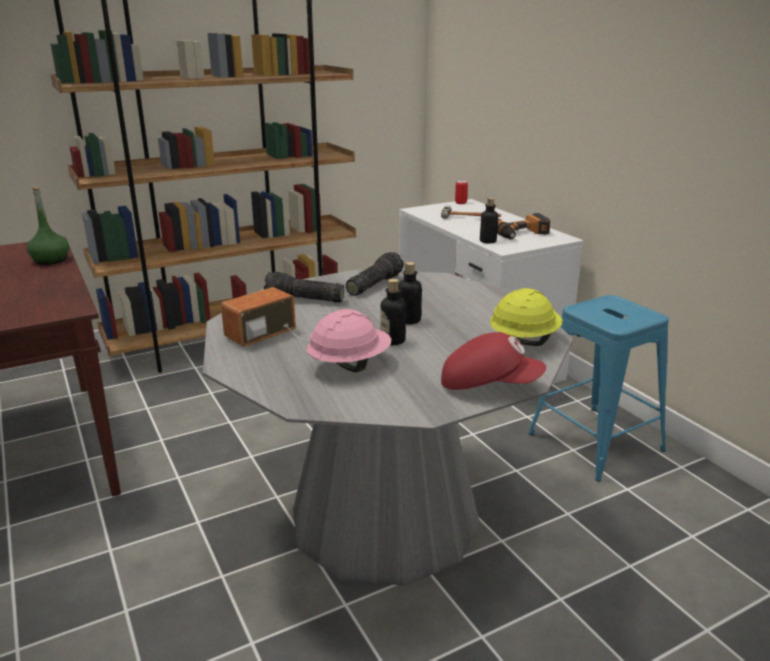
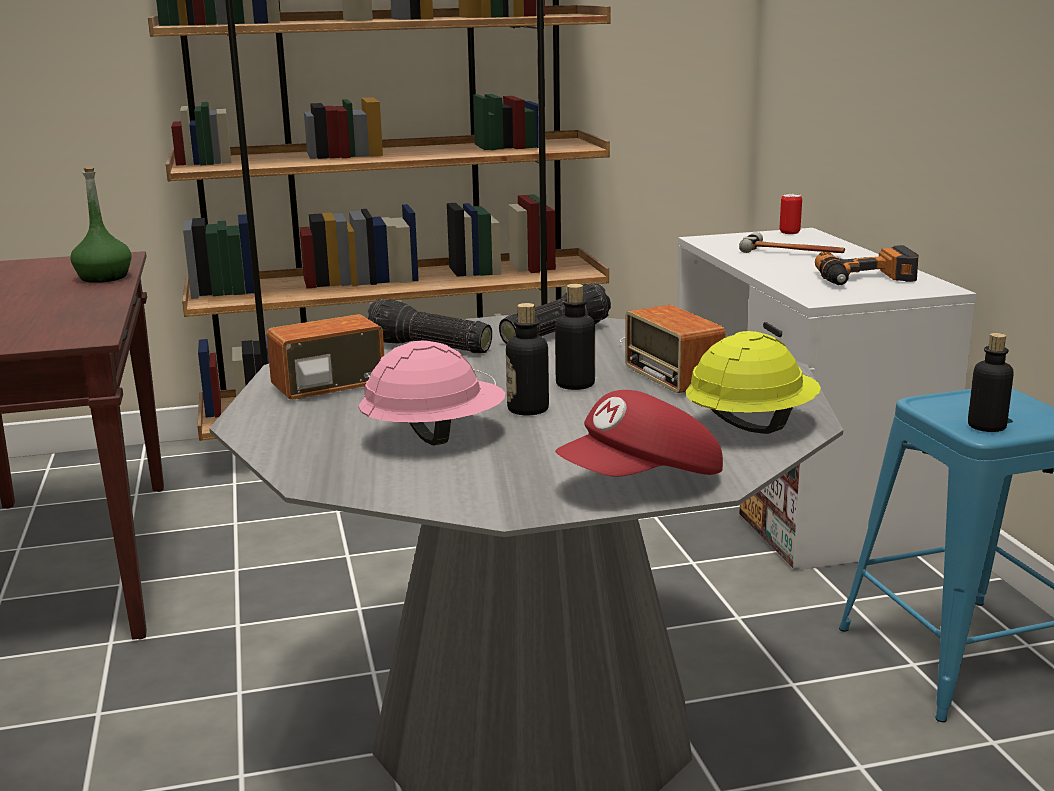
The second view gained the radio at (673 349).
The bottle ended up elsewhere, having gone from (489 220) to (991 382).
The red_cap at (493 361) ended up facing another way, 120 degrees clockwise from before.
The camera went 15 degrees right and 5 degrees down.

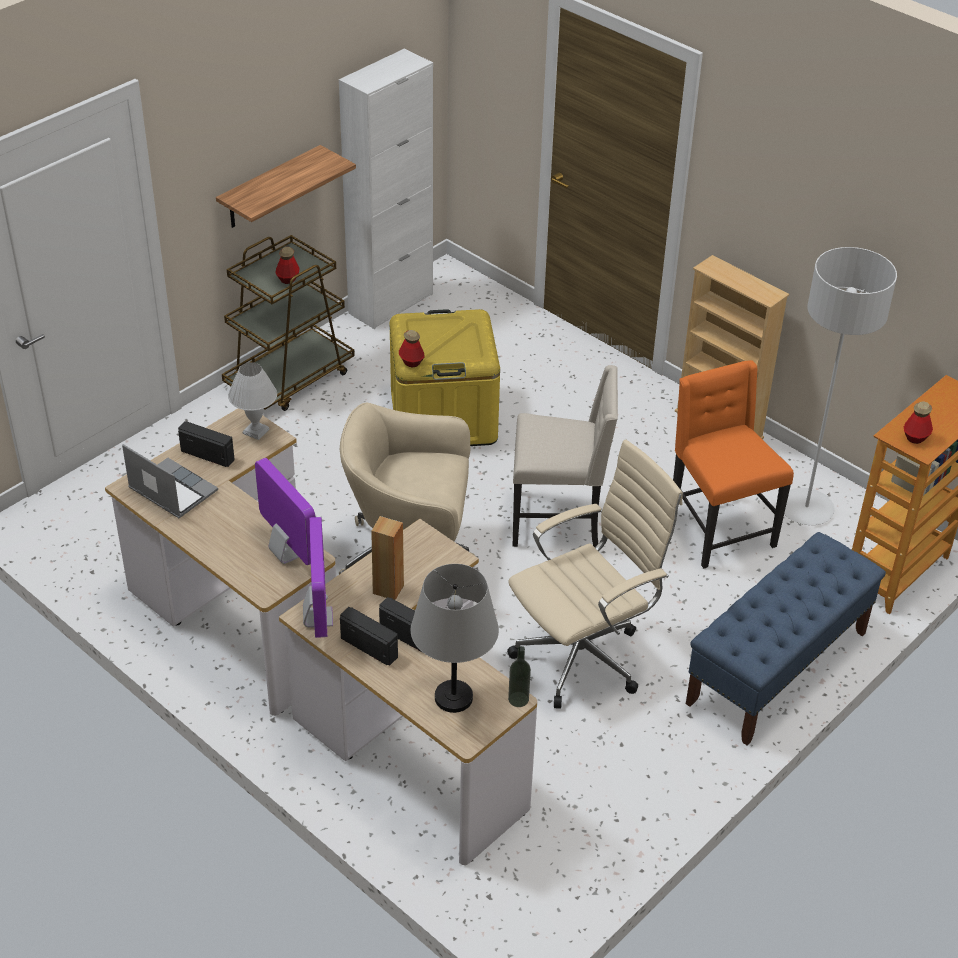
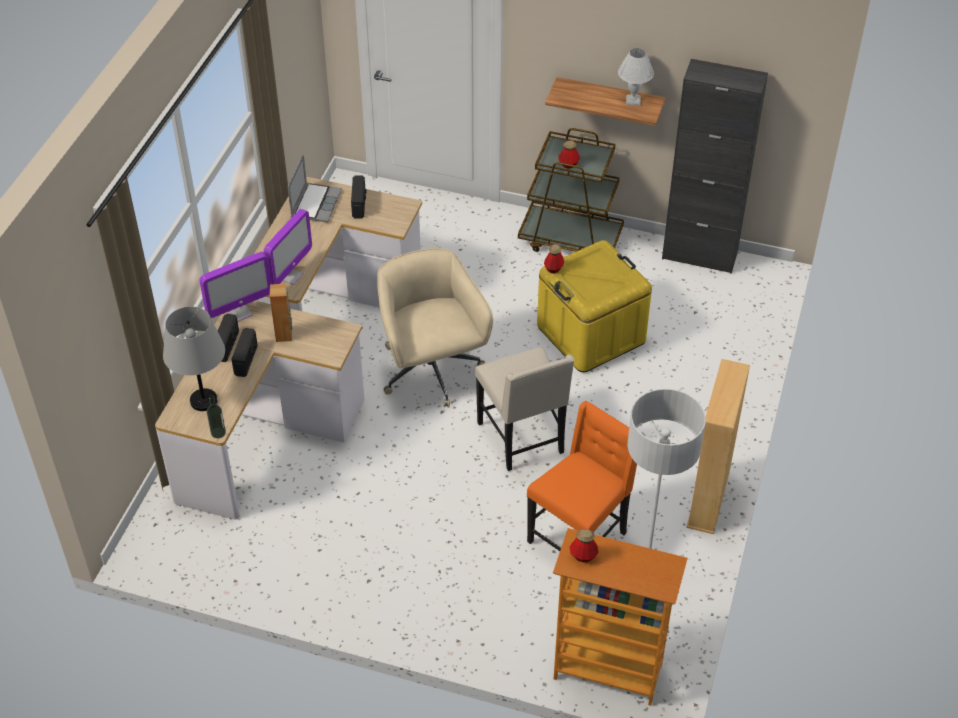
The second view lost the beige_office_chair at (595 574).
The second view lost the blue_bench at (786 639).
The white_table_lamp ended up elsewhere, having gone from (252 401) to (636 77).
What was the white_cabinet at (386 189) turned into the black_cabinet at (715 166).
The camera went 65 degrees right and 5 degrees up.

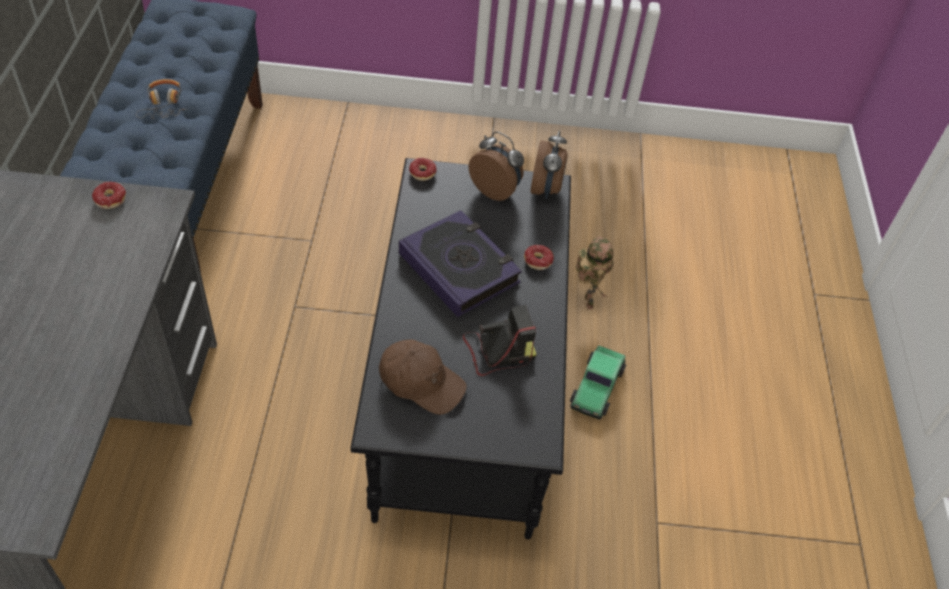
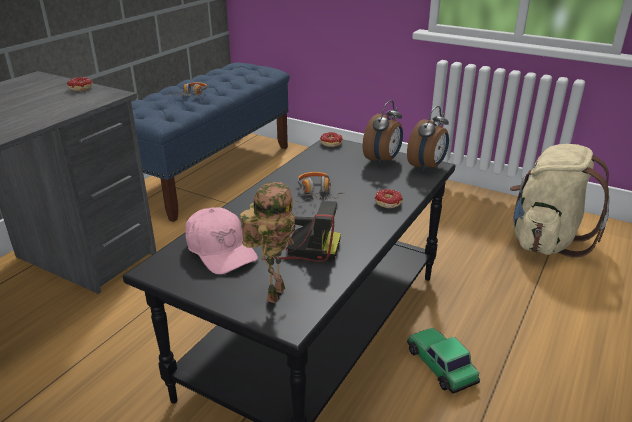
The second view gained the beige_backpack at (560 201).
The toy_robot ended up elsewhere, having gone from (595 272) to (267 242).
Where the book stood at (460 263), the headphones came to stand at (320 187).
What was the brown_cap at (423 377) turned into the pink_cap at (221 241).
The alarm_clock at (496 166) ended up facing another way, 60 degrees clockwise from before.
The toy_car at (598 383) ended up facing another way, 105 degrees clockwise from before.
The camera went 30 degrees right and 20 degrees down.

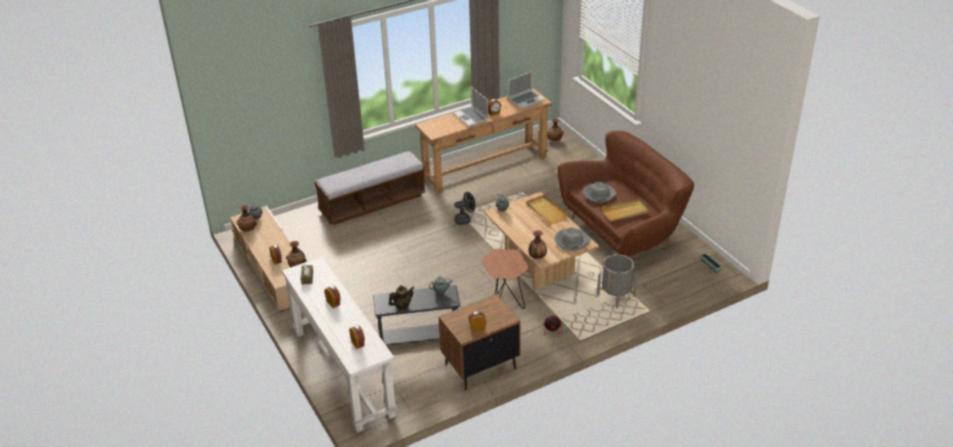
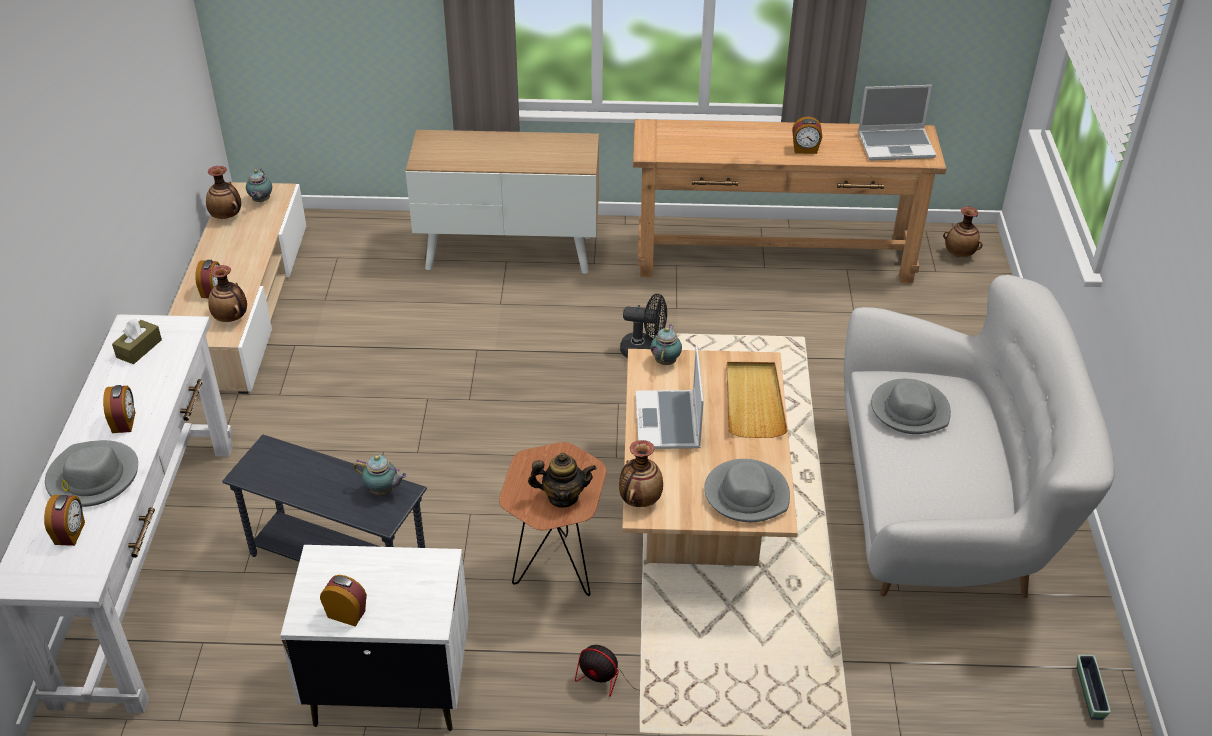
The second view lost the grey_planter at (617 281).
The second view lost the beige_tray at (625 210).
The second view gained the grey_hat at (91 473).
The teapot ended up elsewhere, having gone from (402 297) to (562 480).
The laptop ended up elsewhere, having gone from (470 107) to (670 397).
Where the bench stood at (370 188), the cabinet came to stand at (502 202).
What was the brown_nightstand at (480 342) turned into the white_nightstand at (375 638).
What was the brown_sofa at (625 194) turned into the white_sofa at (979 436).
The camera went 30 degrees right and 5 degrees up.

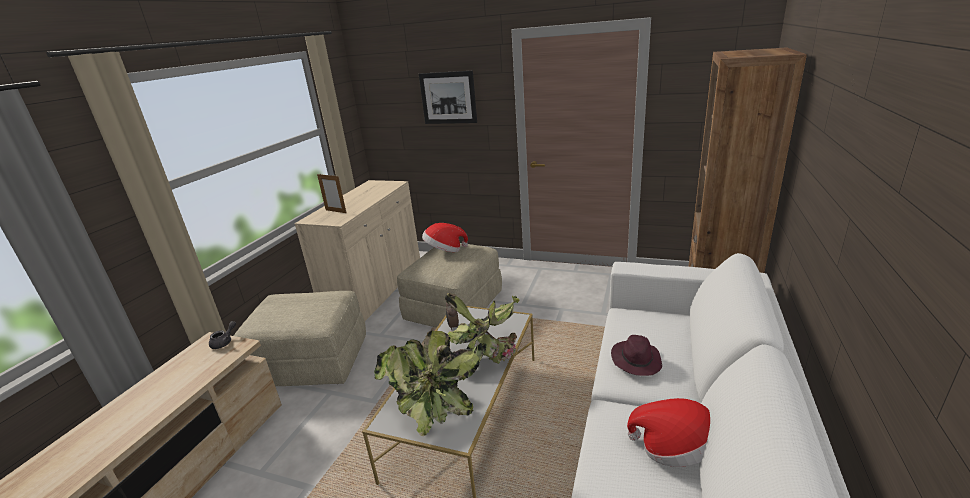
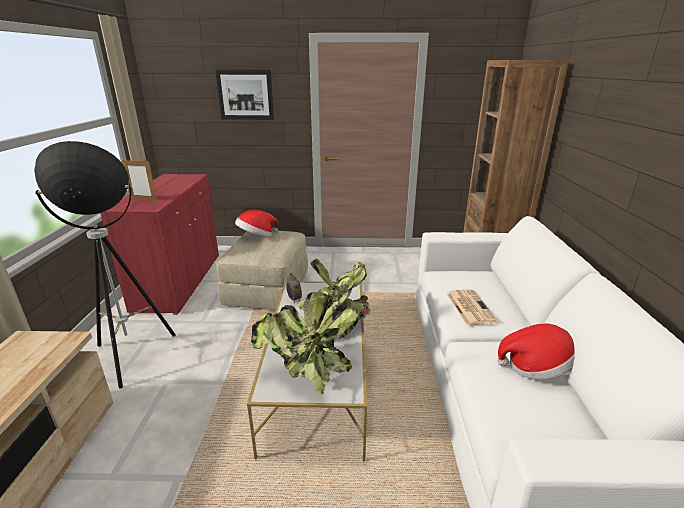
The second view lost the grey_teapot at (222 335).
Where the beige_ottoman stood at (300 338), the floor_lamp came to stand at (105 265).
Where the purple_hat stood at (636 355), the newspaper came to stand at (472 307).
What was the beige_cabinet at (357 250) turned into the red_cabinet at (159 244).
The camera went 20 degrees left and 0 degrees up.

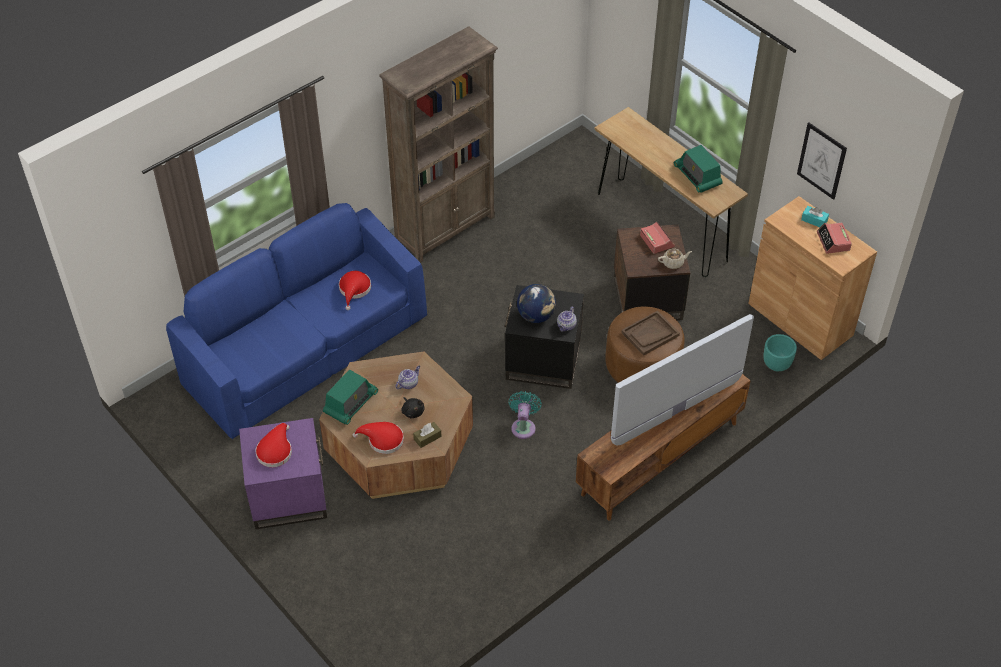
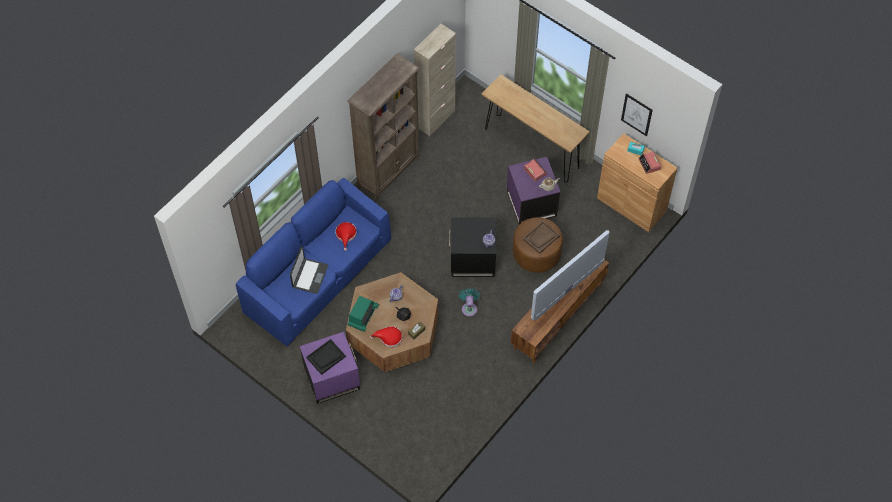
The second view lost the globe at (536 303).
The second view lost the radio at (698 169).
The second view lost the turquoise_planter at (780 352).
The second view gained the laptop at (309 270).
The second view gained the beige_cabinet at (435 80).
Where the red_hat stood at (274 445), the black_tray came to stand at (326 357).
What was the brown_side_table at (652 272) turned into the purple_side_table at (533 191).
The camera went 10 degrees left and 10 degrees up.

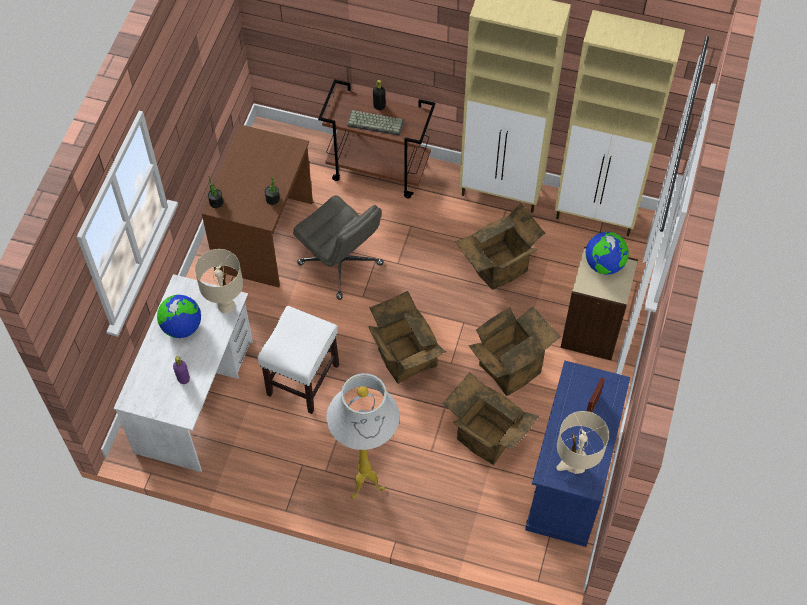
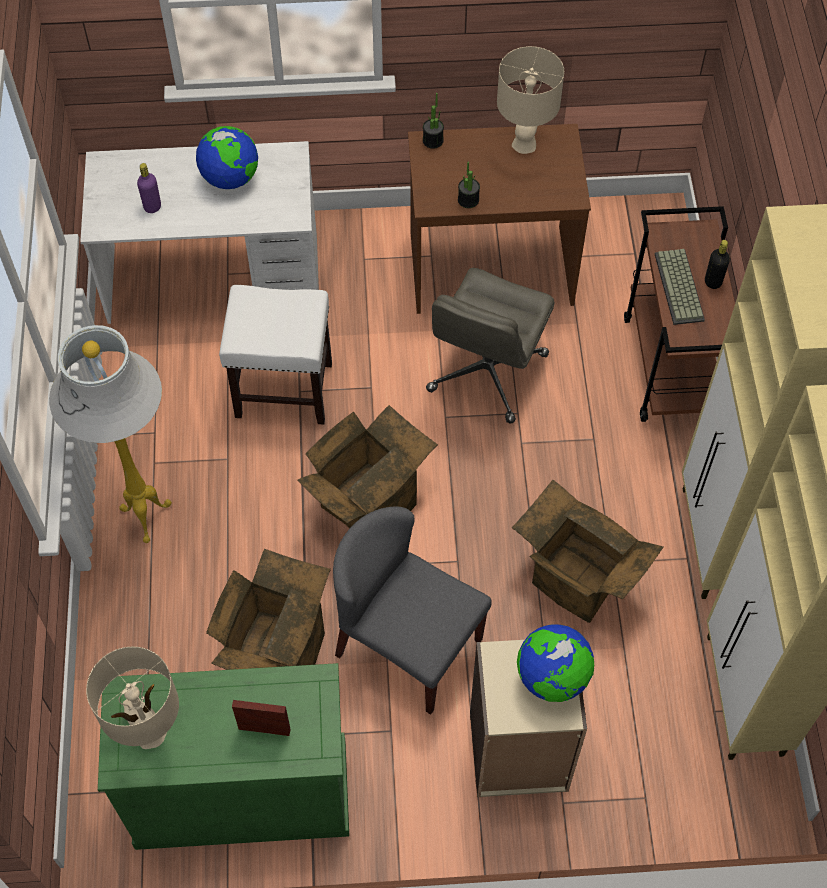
The beige_table_lamp ended up elsewhere, having gone from (219 281) to (530 100).
Where the cardboard_box stood at (515 351), the grey_chair came to stand at (412 611).
What was the blue_cabinet at (577 453) turned into the green_cabinet at (223 756).
The camera went 70 degrees right and 0 degrees up.

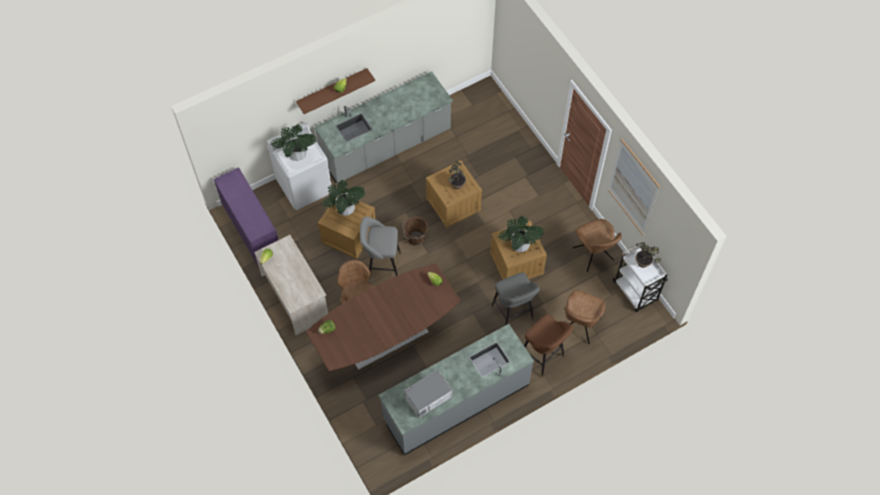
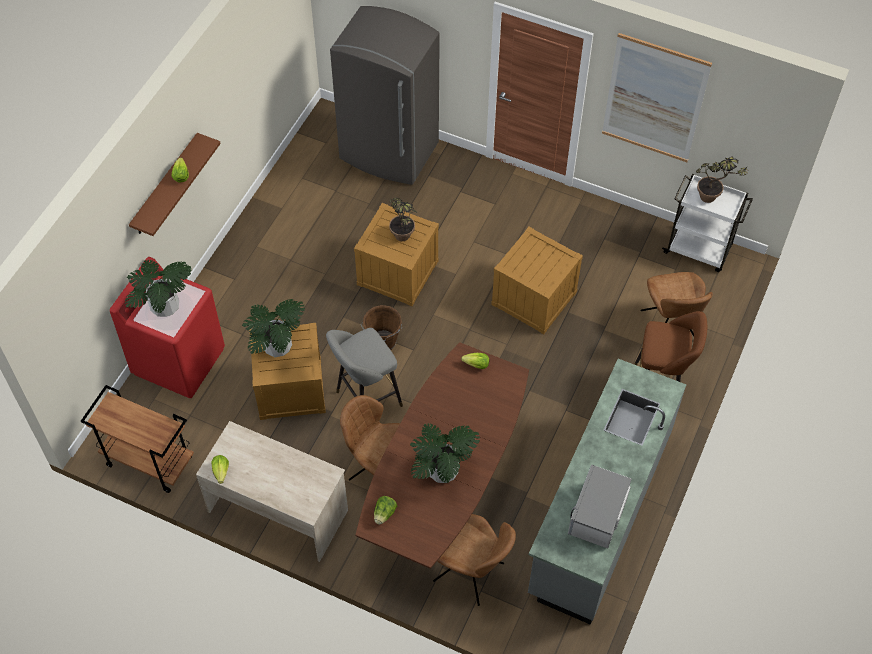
The second view lost the grey_counter at (384 127).
The second view lost the grey_stool at (515 299).
The second view gained the grey_fridge at (385 95).
The potted_plant ended up elsewhere, having gone from (521 233) to (445 453).
The brown_chair ended up elsewhere, having gone from (597 245) to (474 560).
Where the purple_cabinet stood at (246 215), the brown_cart came to stand at (137 439).
What was the white_washing_machine at (299 166) turned into the red_washing_machine at (167 327).
The camera went 35 degrees left and 5 degrees down.

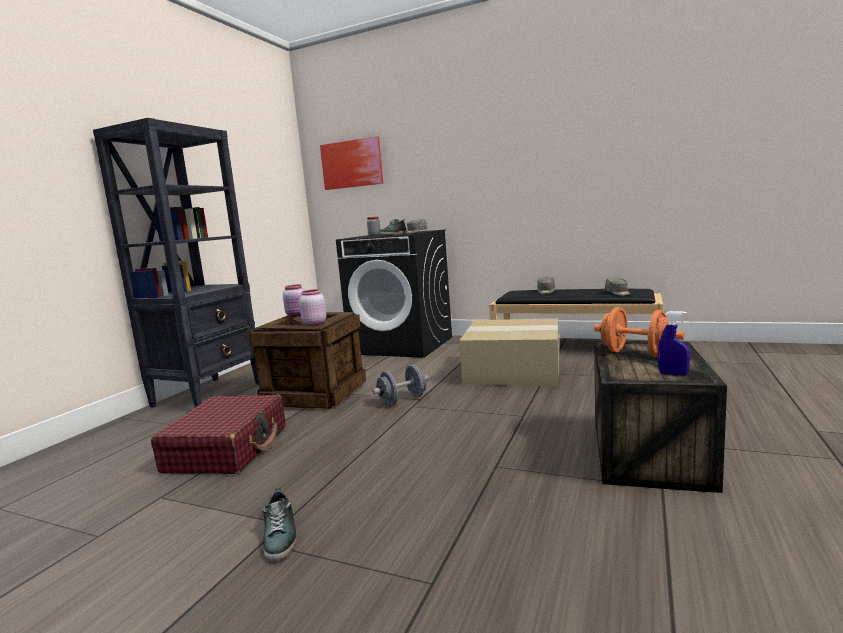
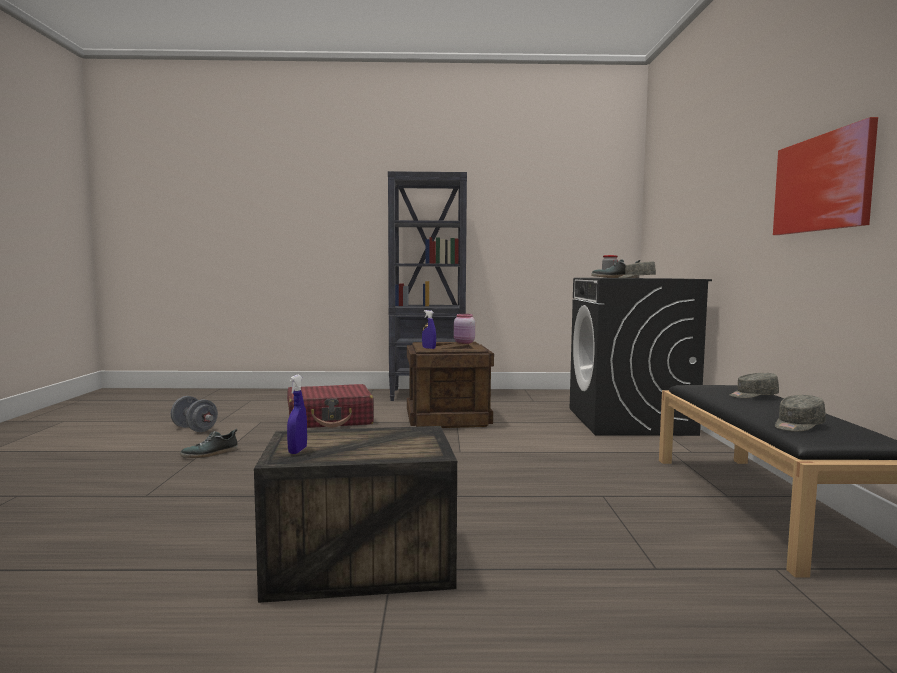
The second view lost the cardboard_box at (509 352).
The second view lost the orange_dumbbell at (639 332).
The picture ended up elsewhere, having gone from (351 163) to (825 176).
The grey_dumbbell ended up elsewhere, having gone from (400 385) to (194 414).
Where the pink_jar stood at (312 308), the blue_spray_bottle came to stand at (429 329).
The camera went 65 degrees right and 5 degrees down.

